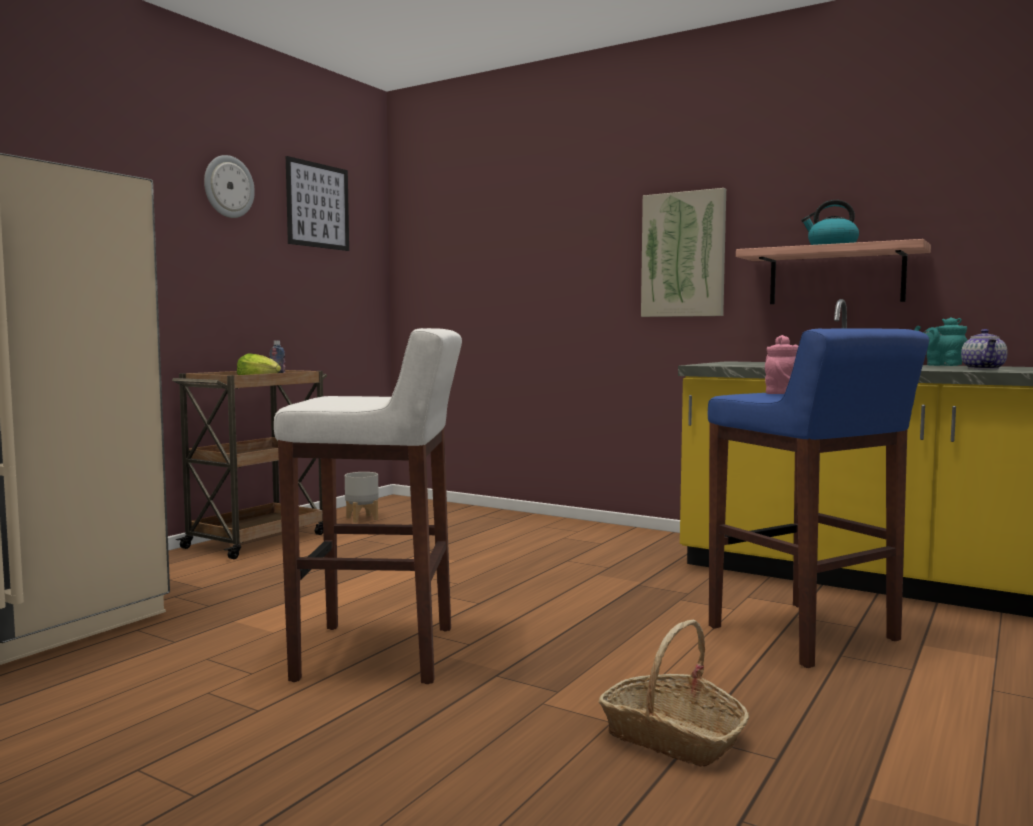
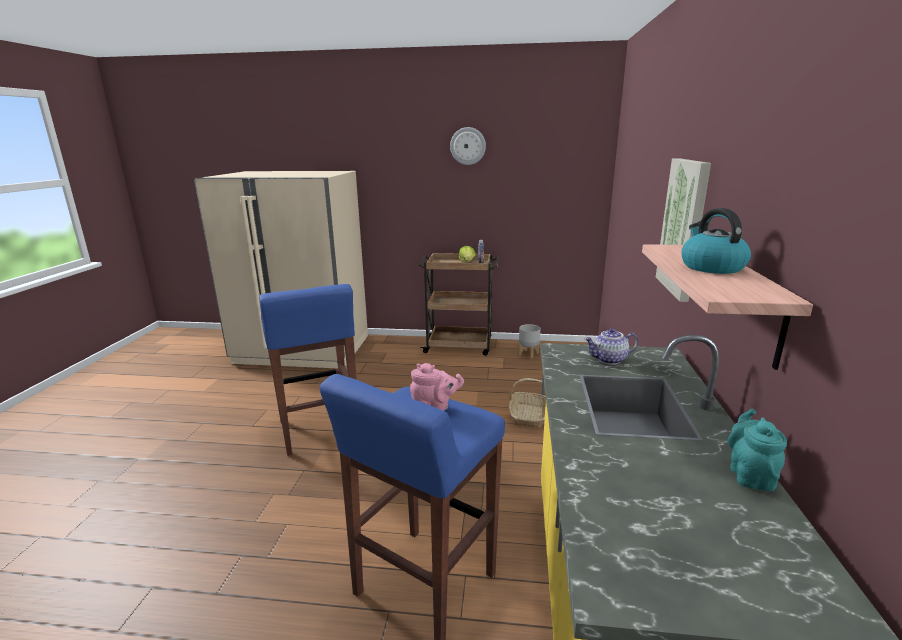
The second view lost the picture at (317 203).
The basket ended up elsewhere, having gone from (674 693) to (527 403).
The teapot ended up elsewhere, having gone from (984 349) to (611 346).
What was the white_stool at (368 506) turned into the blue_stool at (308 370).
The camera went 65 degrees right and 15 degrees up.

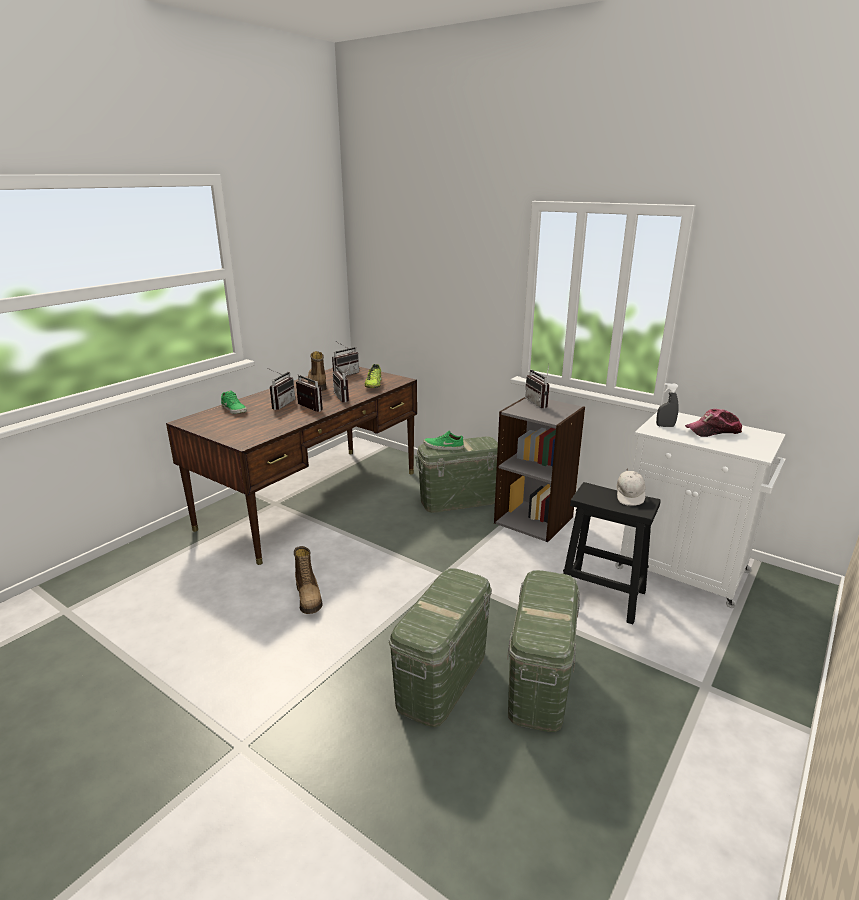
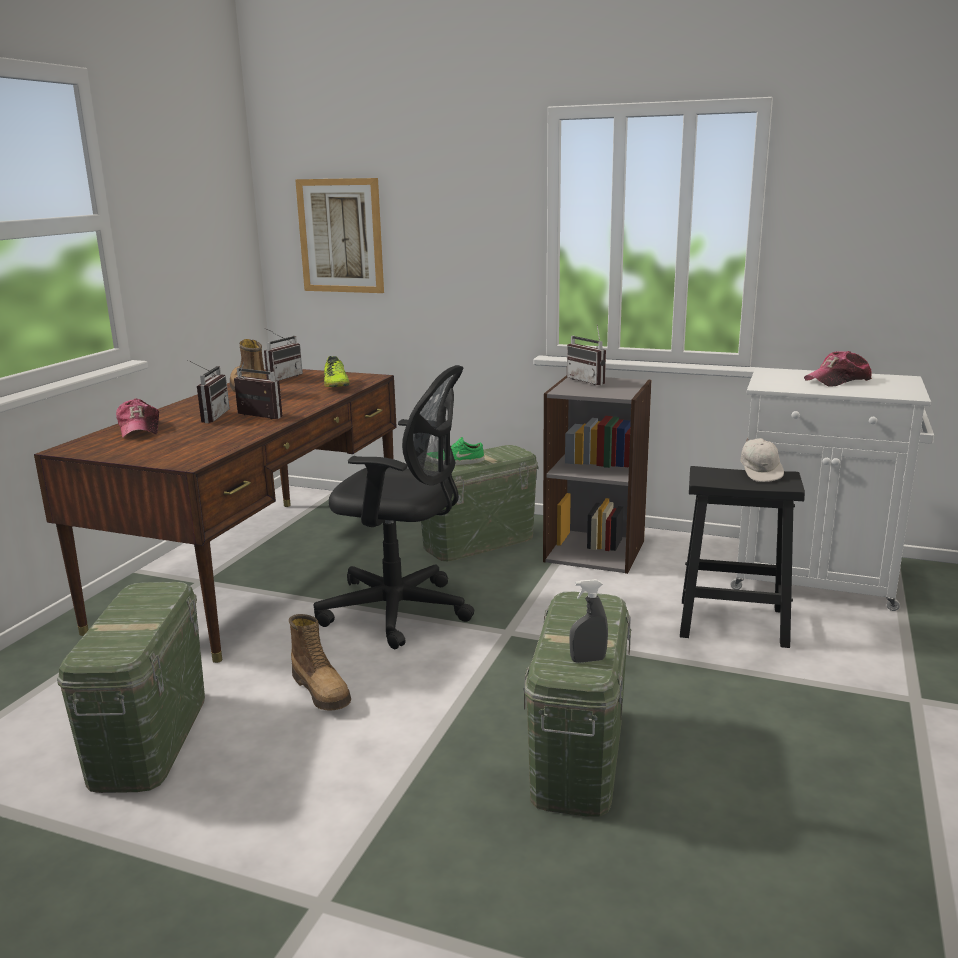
The second view lost the radio at (342 381).
The second view gained the picture at (339 235).
The second view gained the black_office_chair at (394 507).
The green_storage_box ended up elsewhere, having gone from (543 651) to (131 687).
The grey_spray_bottle ended up elsewhere, having gone from (667 405) to (588 621).
Where the green_shoe stood at (234 402), the cap came to stand at (137 418).
The camera went 15 degrees left and 5 degrees down.

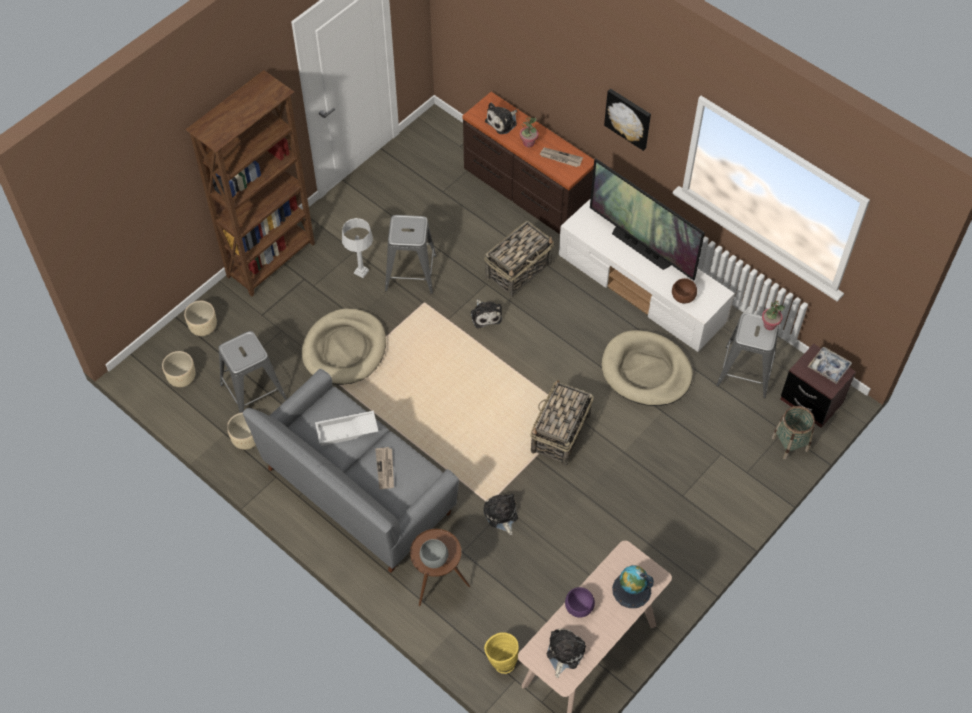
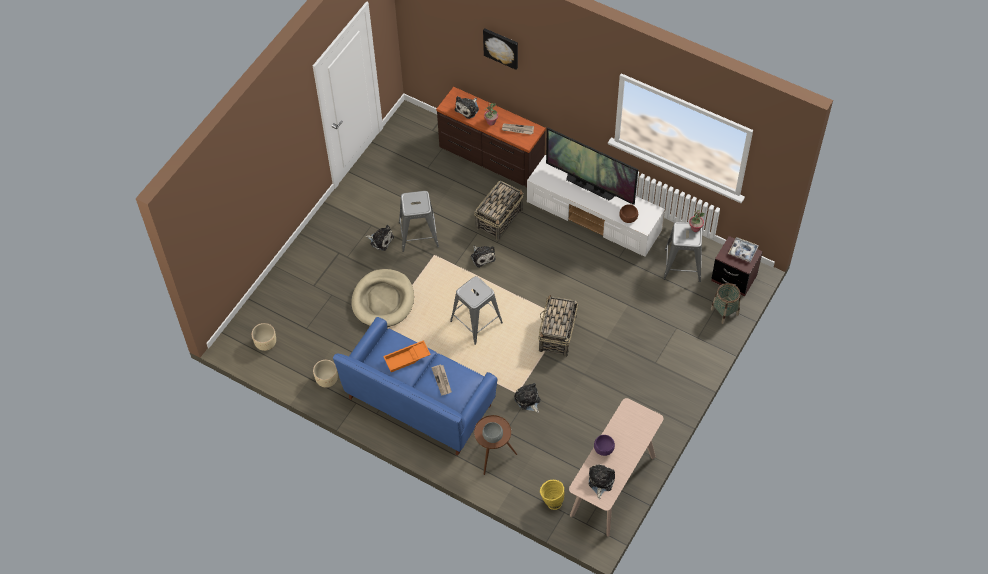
The second view lost the beige_planter at (200 318).
The second view lost the brown_bookcase at (250 183).
The second view lost the beige_dog_bed at (647 368).
The second view lost the globe at (633 586).
The grey_stool ended up elsewhere, having gone from (252 372) to (476 310).
The picture ended up elsewhere, having gone from (627 120) to (500 49).
Where the grey_table_lamp stood at (357 248), the plush_toy came to stand at (379 238).
What was the grey_sofa at (351 471) turned into the blue_sofa at (415 386).
What was the white_tray at (346 428) turned into the orange_tray at (407 356).
The camera went 10 degrees left and 0 degrees up.

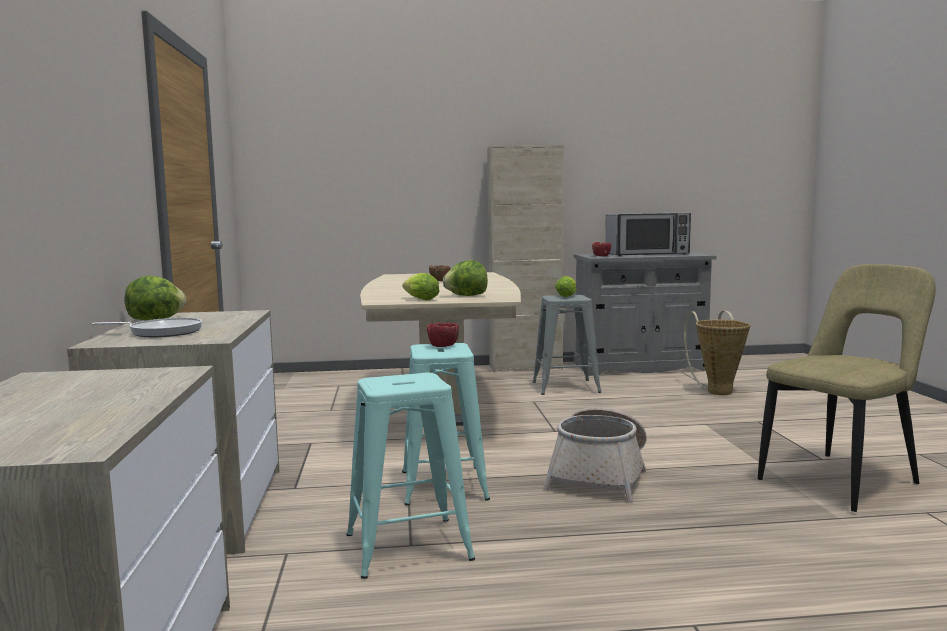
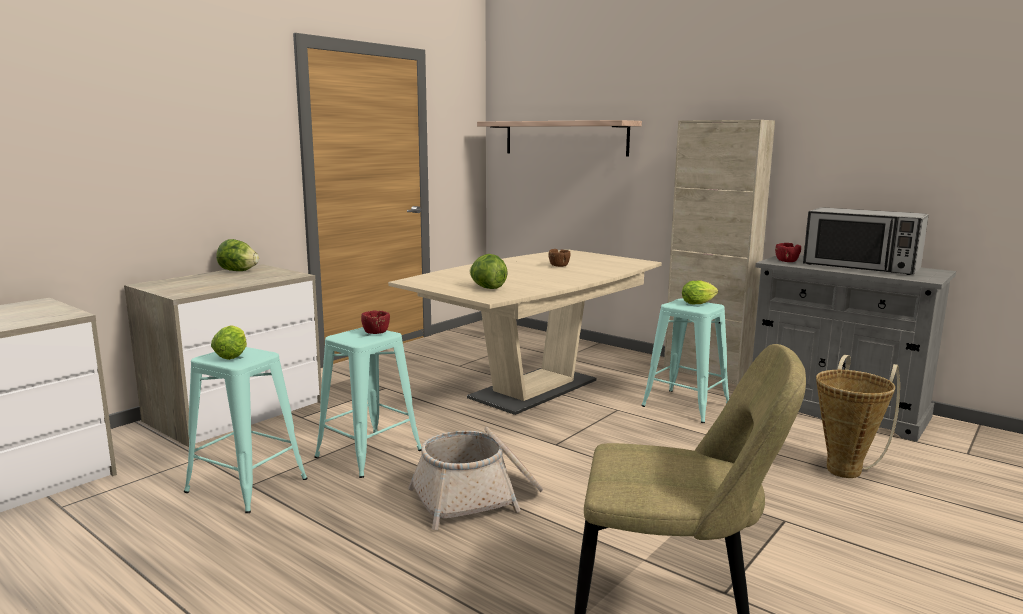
The second view lost the frying_pan at (147 327).
The second view gained the shelf at (559 138).
The lettuce ended up elsewhere, having gone from (421 286) to (229 342).
What was the grey_stool at (567 345) turned into the turquoise_stool at (685 360).
The camera went 45 degrees right and 5 degrees up.

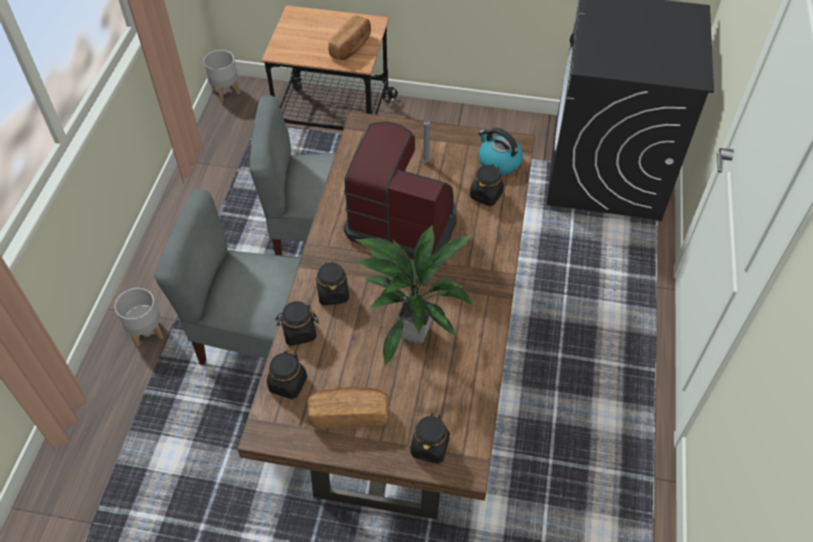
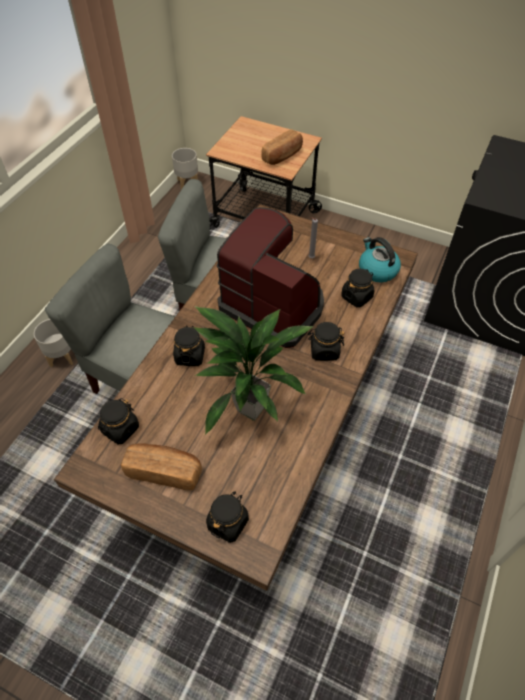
The black_jar ended up elsewhere, having gone from (297 323) to (326 341).
The camera went 15 degrees right and 0 degrees up.

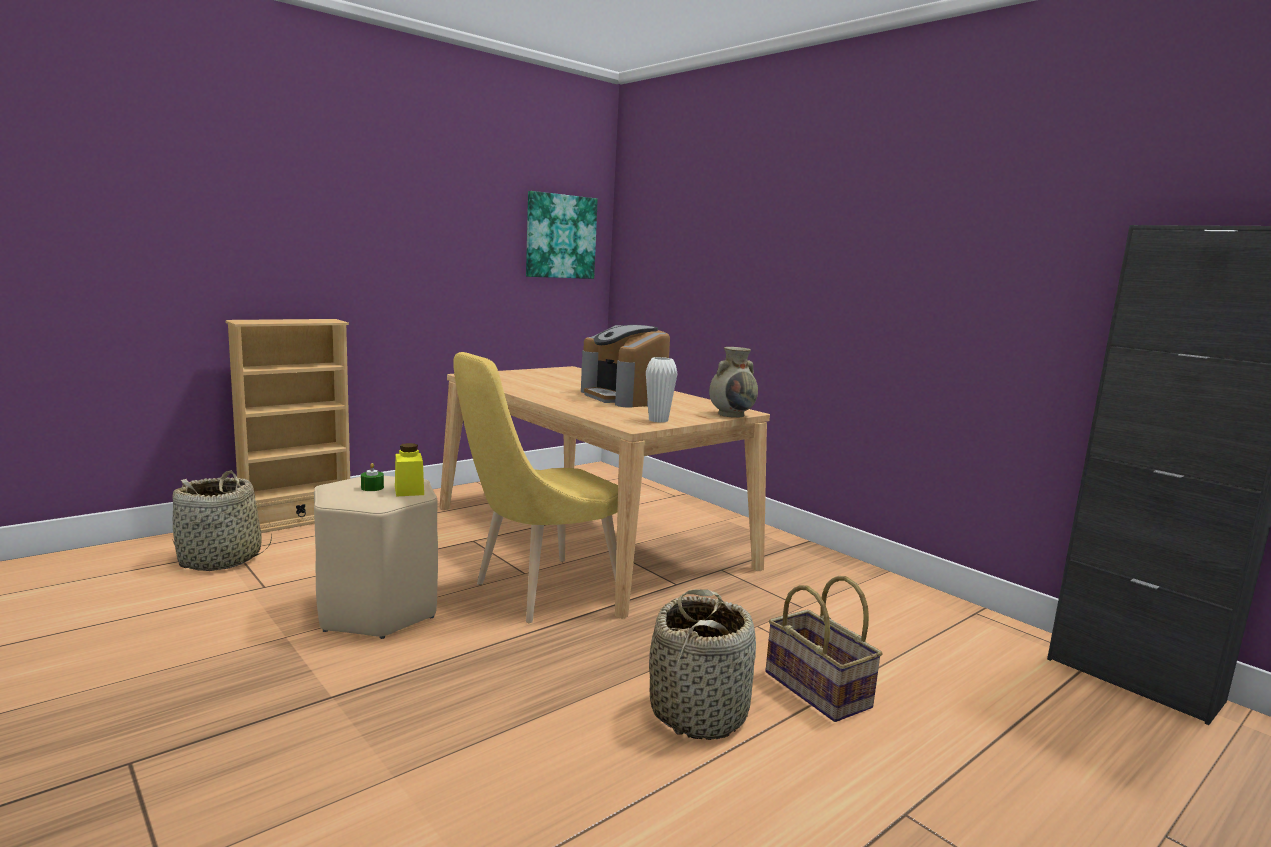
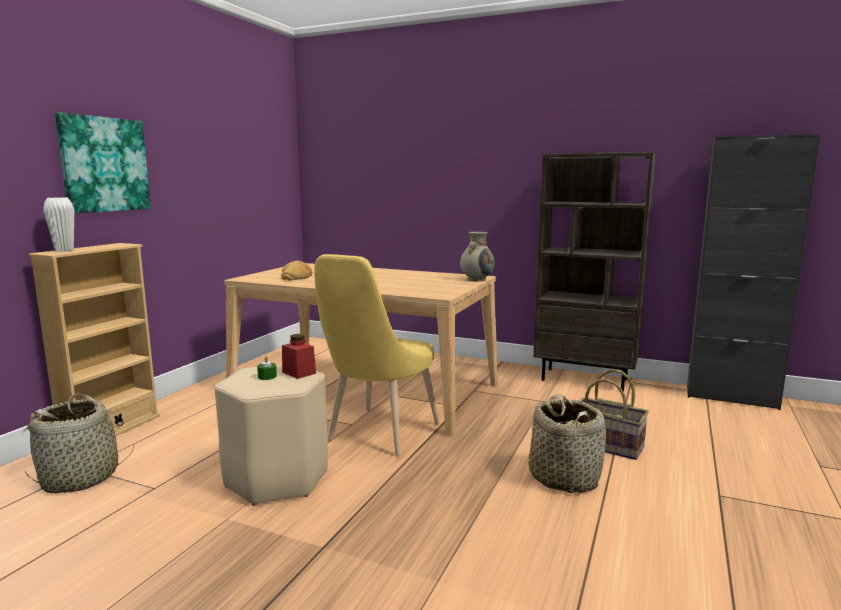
The second view lost the coffee_machine at (625 366).
The second view gained the bread at (296 270).
The second view gained the brown_bookcase at (594 272).
The picture ended up elsewhere, having gone from (562 235) to (103 162).
The white_vase ended up elsewhere, having gone from (661 390) to (58 225).
What was the yellow_jar at (409 470) turned into the red_jar at (299 356).
The camera went 25 degrees left and 0 degrees up.

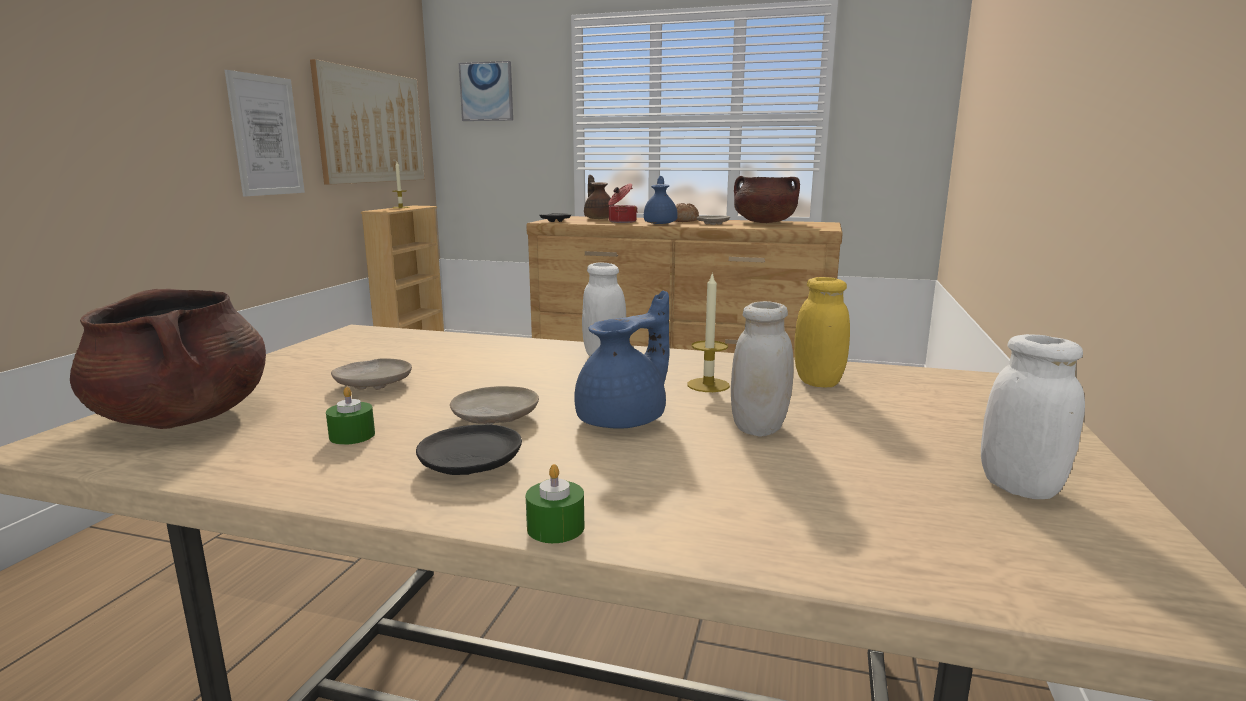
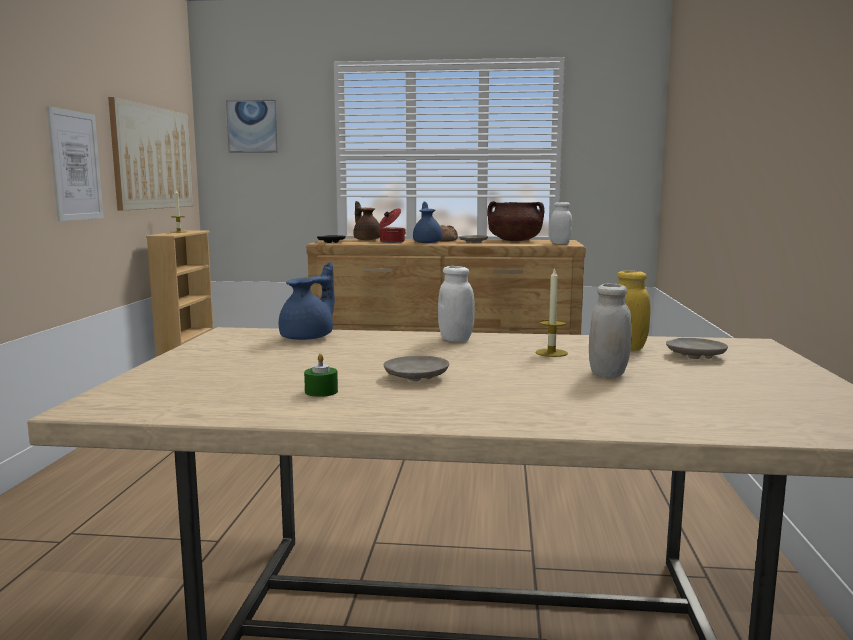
The second view lost the brown_cooking_pot at (168 359).
The second view lost the black_plate at (469 450).
The second view lost the green_candle at (555 503).
The beige_plate ended up elsewhere, having gone from (371 374) to (697 348).
The blue_teapot ended up elsewhere, having gone from (622 360) to (307 301).
The white_jar ended up elsewhere, having gone from (1033 416) to (561 223).
The camera went 10 degrees left and 5 degrees down.

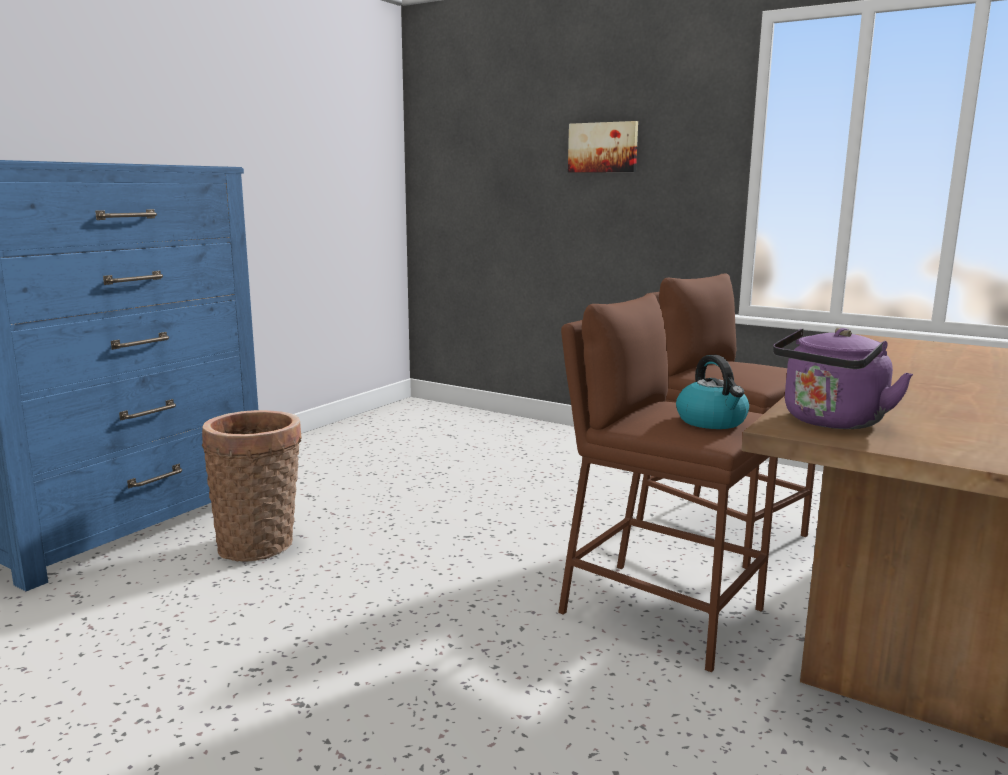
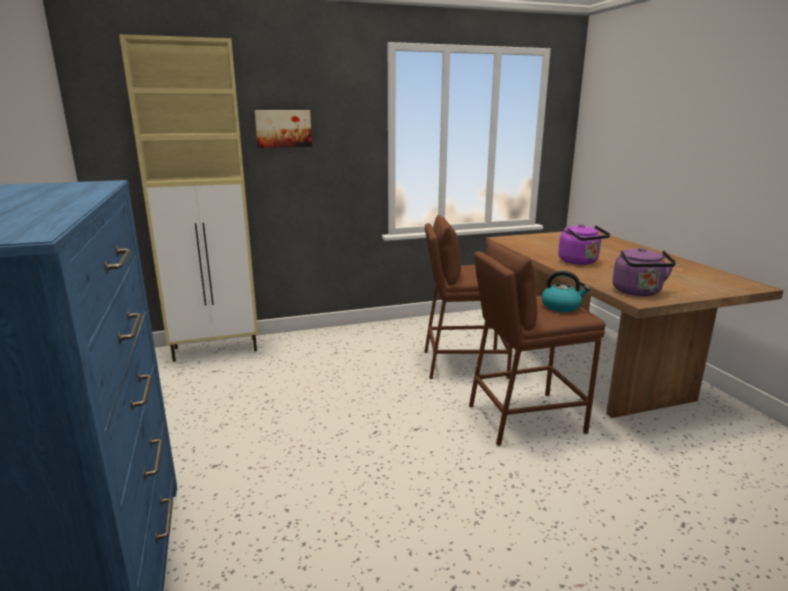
The second view lost the basket at (252 486).
The second view gained the beige_cabinet at (188 198).
The second view gained the purple_kettle at (584 244).
The camera went 50 degrees left and 5 degrees up.

